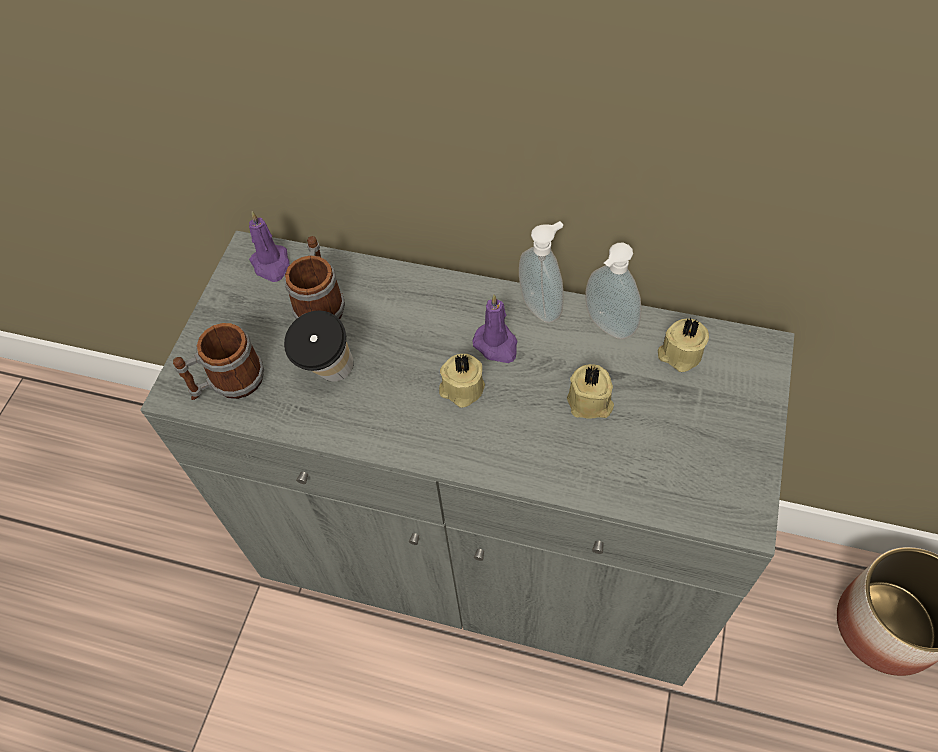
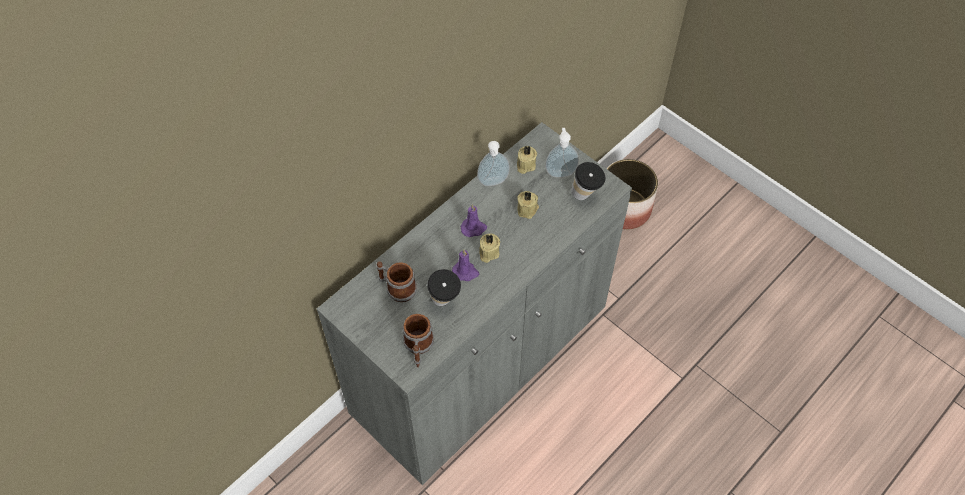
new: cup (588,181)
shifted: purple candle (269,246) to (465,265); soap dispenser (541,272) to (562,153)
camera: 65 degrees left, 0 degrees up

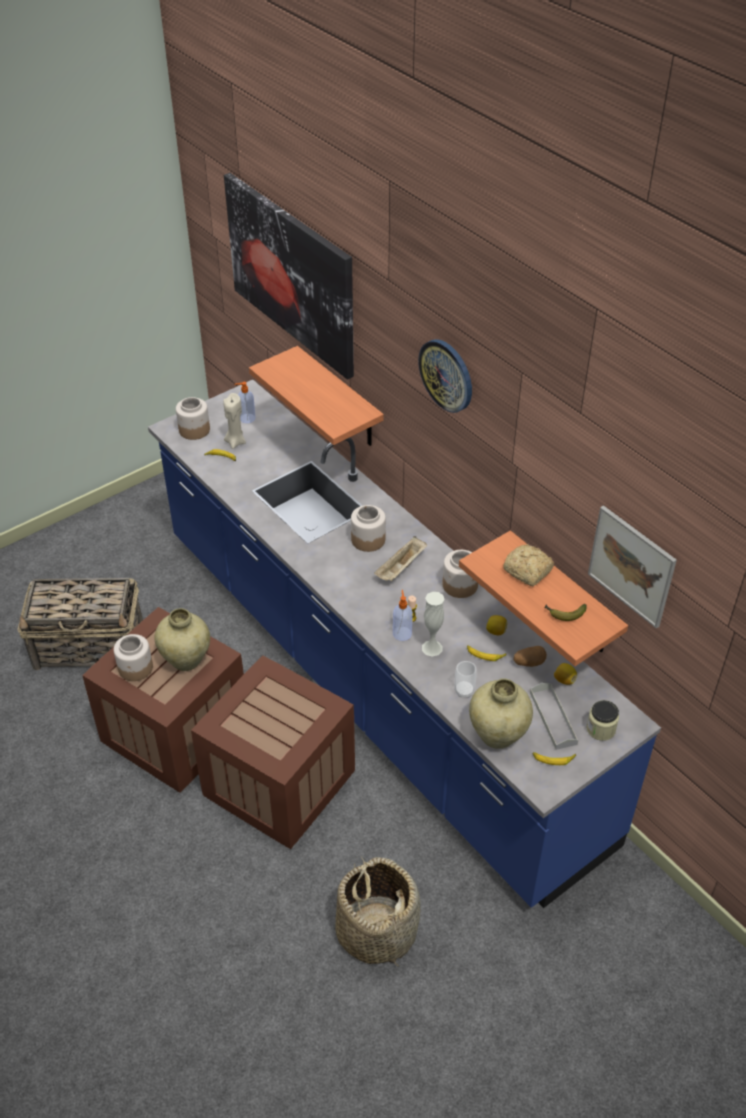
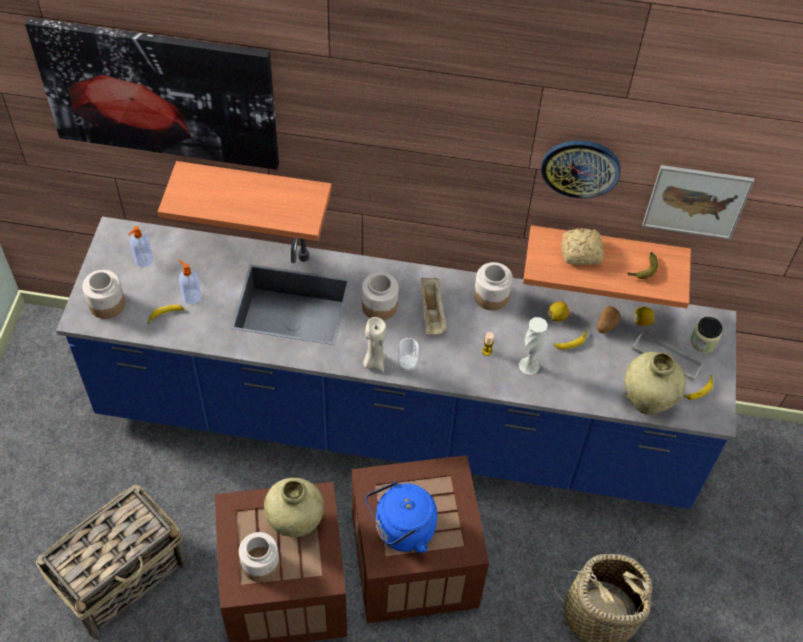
new: blue kettle (401,517)
shifted: wall clock (445,376) to (581,169); beige candle (234,421) to (374,344); soap dispenser (403,615) to (189,281); cup (465,679) to (408,355)
camera: 45 degrees left, 10 degrees up

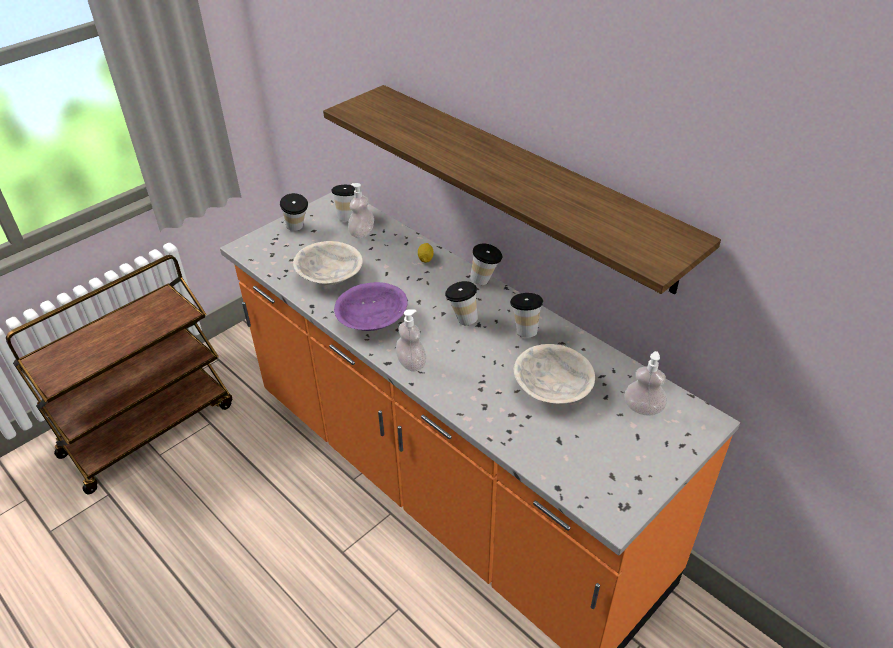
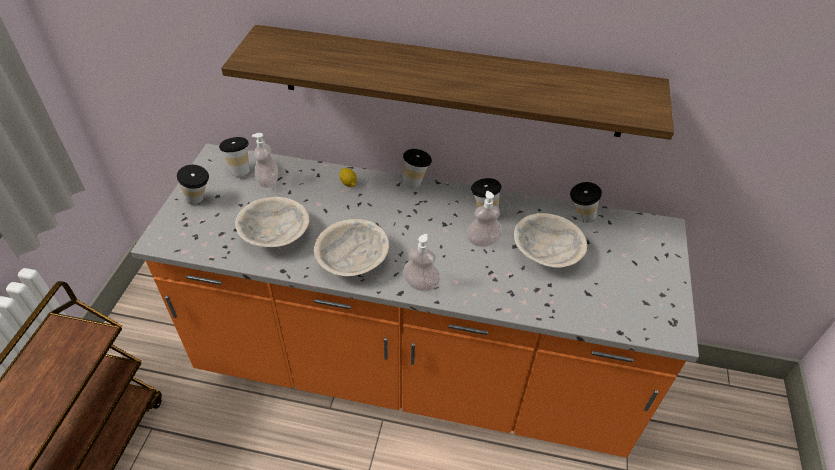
shifted: cup (461,303) to (586,202); soap dispenser (645,383) to (485,219)
repainted: purple bowl (371,306) to beige bowl (351,247)
camera: 35 degrees left, 5 degrees up

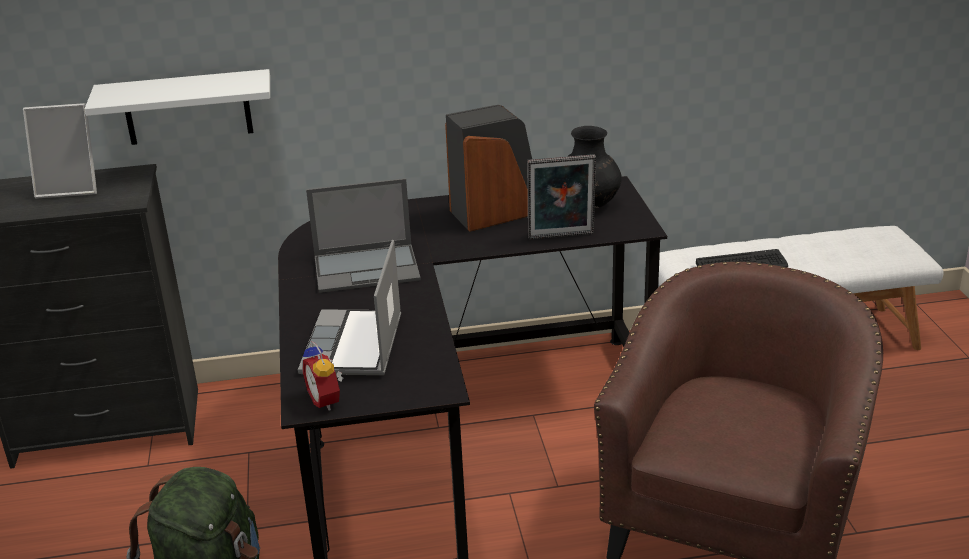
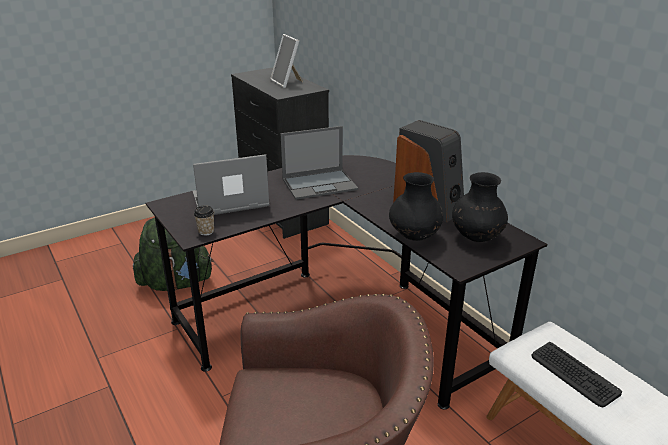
gone: white shelf (177,107); alarm clock (323,376)
new: cup (204,221)
swapped: picture frame (561,196) to black vase (416,206)
rotated: laptop (363,235) = (319,163) 75 degrees counterclockwise
camera: 65 degrees right, 0 degrees up

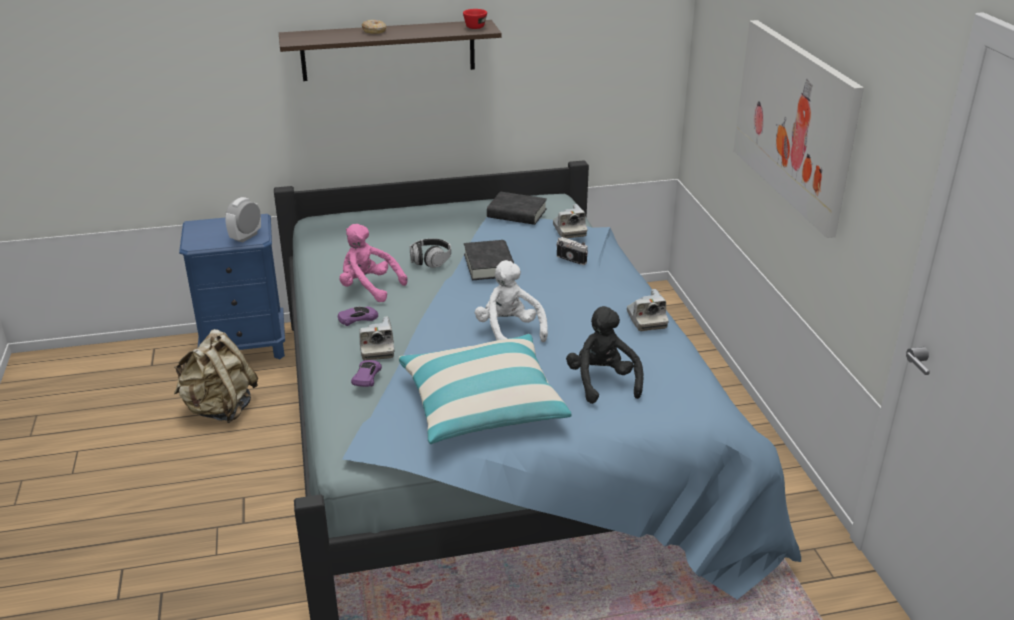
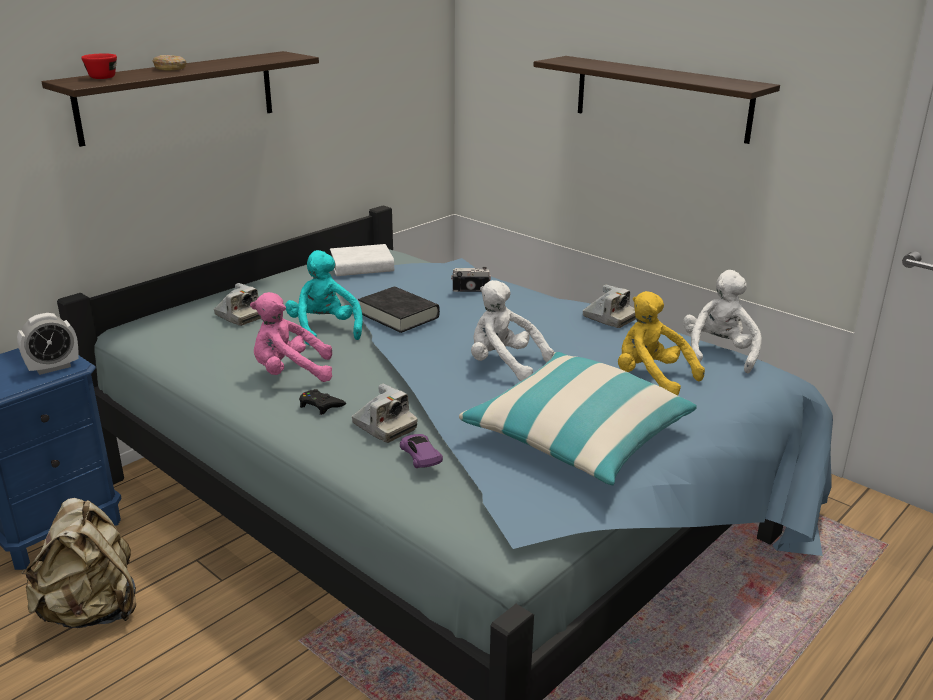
new: white plush toy (722,321)
shifted: red cup (475,19) to (99,66); photo camera (570,221) to (237,304)
swapped: picture (798,129) to shelf (656,100); headphones (430,253) to turquoise plush toy (324,298); purple toy car (358,316) to black game controller (322,402)
repainted: black book (517,208) to white book (362,260); black plush toy (604,355) to yellow plush toy (661,343)
rotated: alarm clock (243,219) = (47,344) 120 degrees counterclockwise
camera: 35 degrees left, 5 degrees down

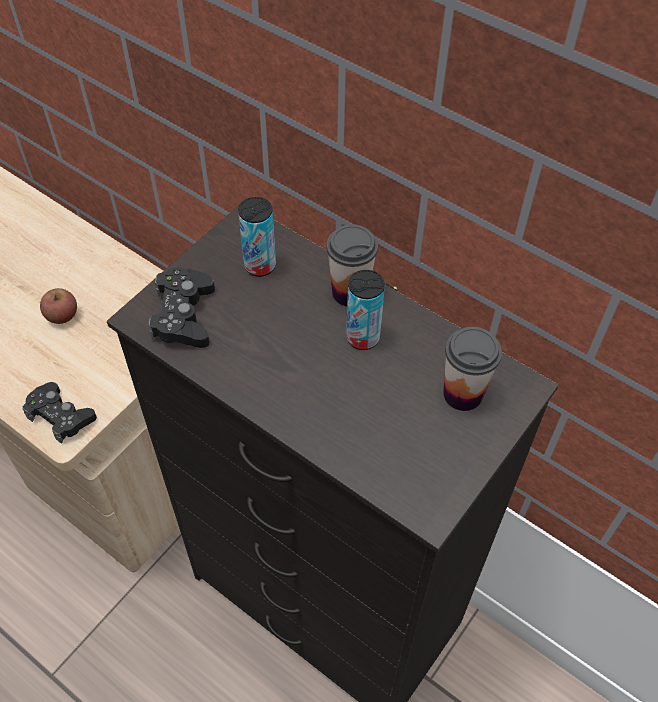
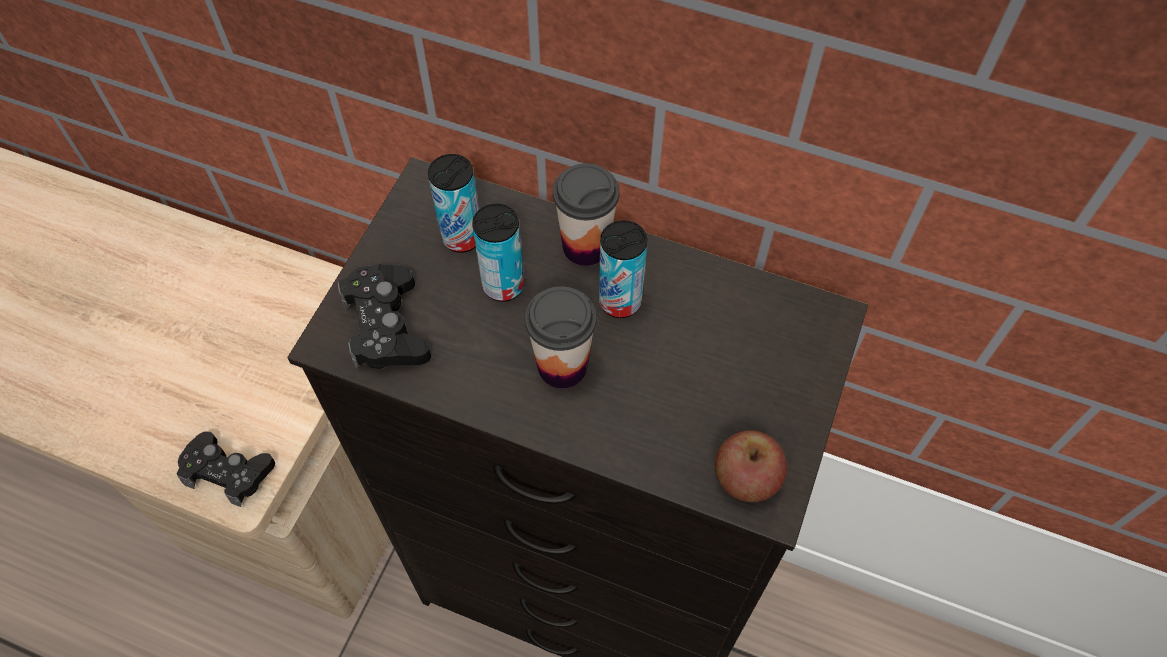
new: can (498,253)
shifted: apple (58,306) to (751,466); cup (472,369) to (561,337)
camera: 15 degrees left, 5 degrees up

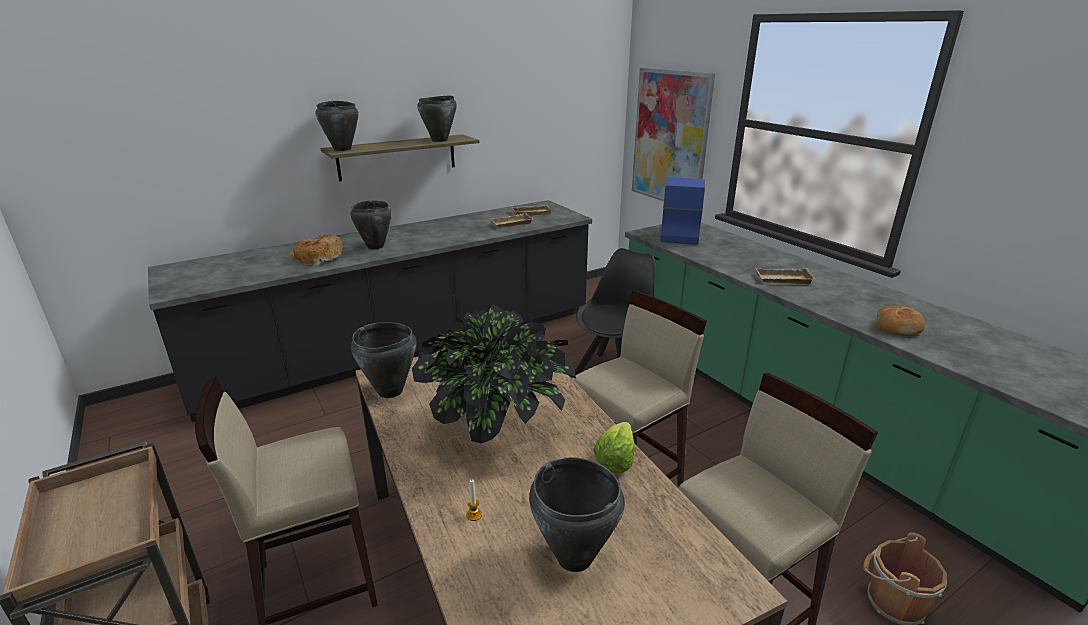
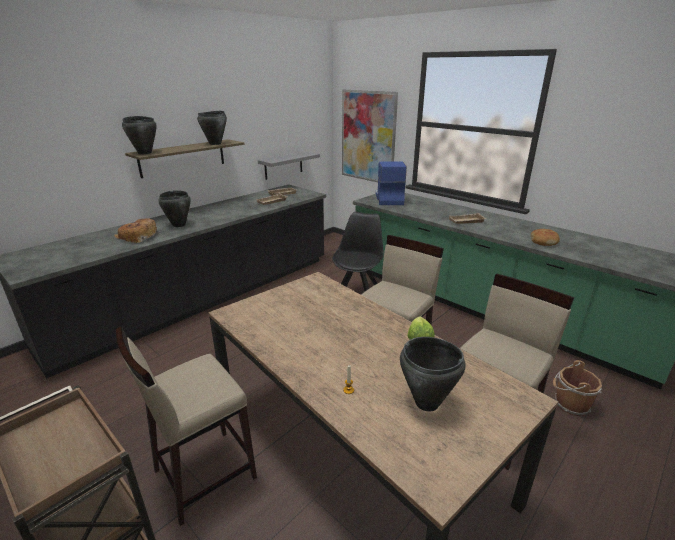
gone: potted plant (494,374); black cooking pot (384,360)
new: grey shelf (289,165)
camera: 15 degrees left, 0 degrees up

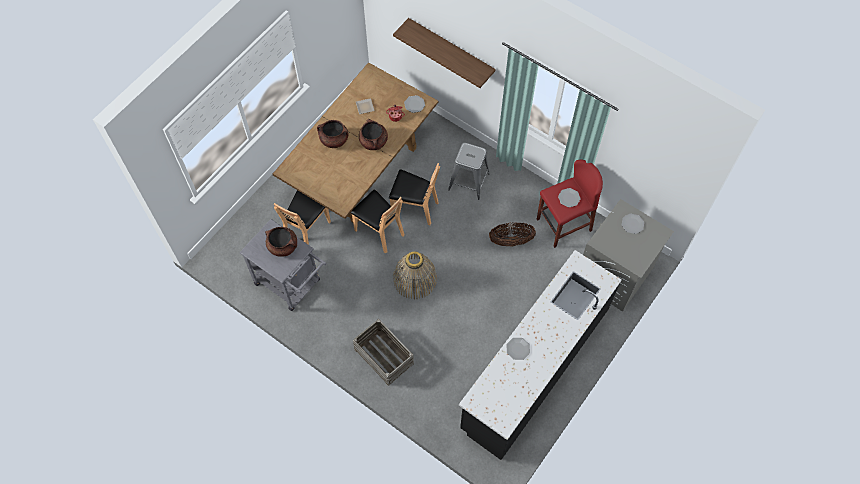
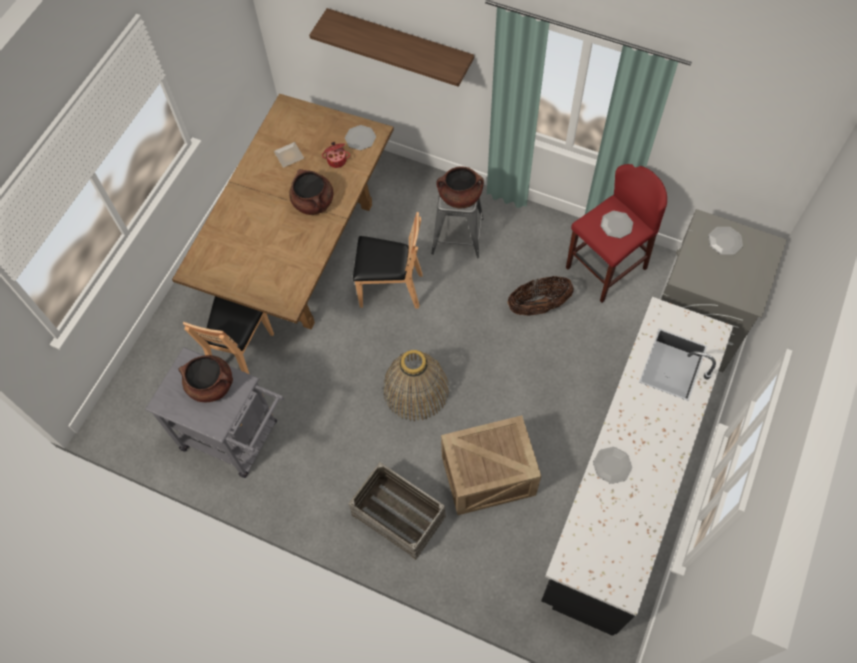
gone: brown chair (377,222)
new: crate (491,465)
shifted: brown cooking pot (332,134) to (460,187)
camera: 10 degrees left, 0 degrees up

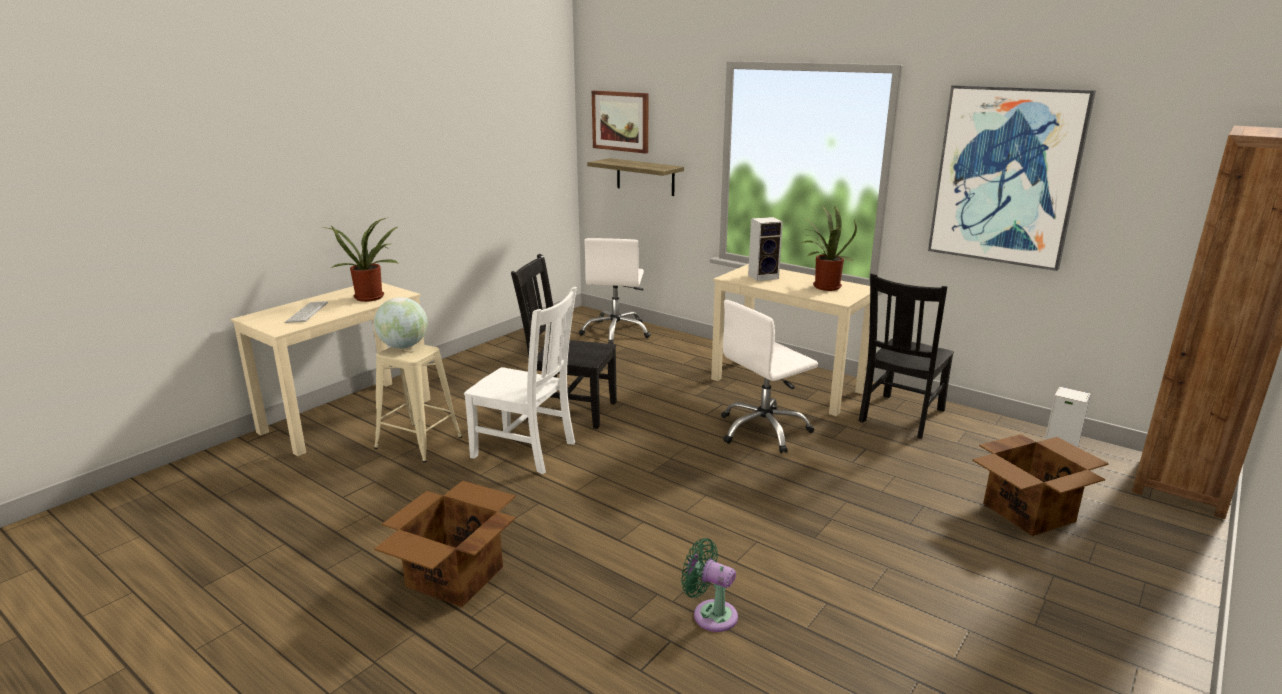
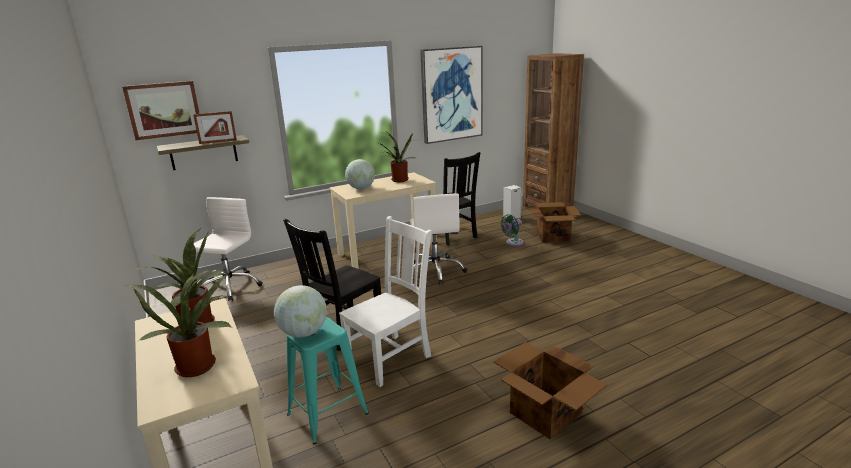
new: picture frame (215,127)
shifted: green fan (709,585) to (512,230)
swapped: speaker (765,249) to globe (360,174); keyboard (306,312) to potted plant (177,322)
repainted: beige stool (418,402) to turquoise stool (328,380)
rotated: white office chair (615,291) = (228,249) 105 degrees counterclockwise
camera: 65 degrees left, 0 degrees up

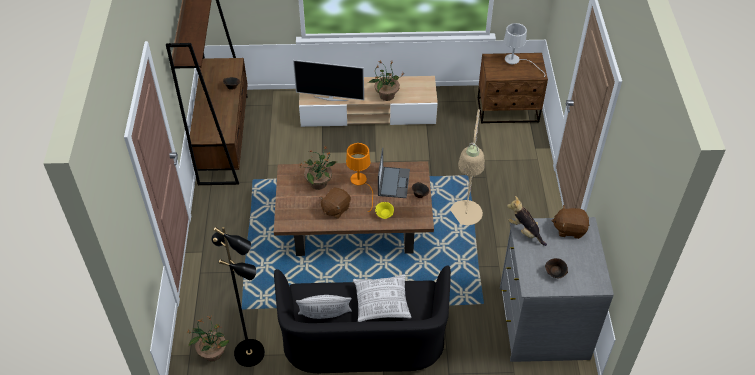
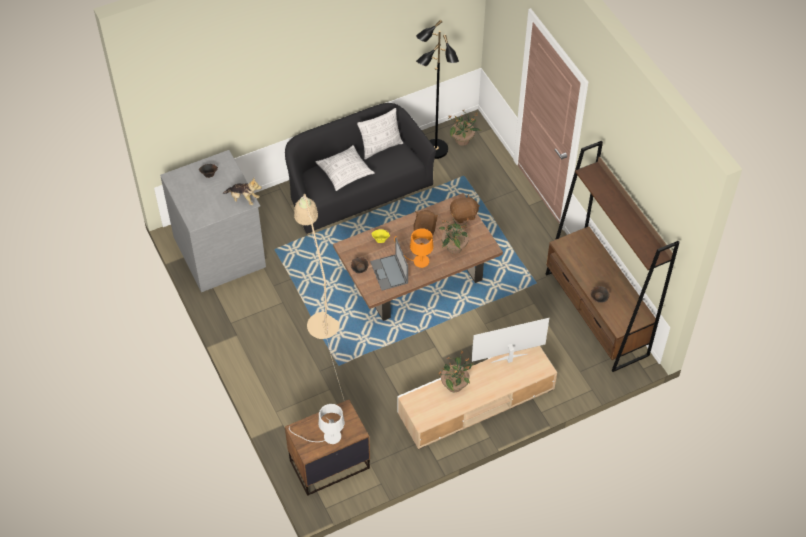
shifted: brown plush toy (570,222) to (465,208)
camera: 155 degrees right, 5 degrees up

